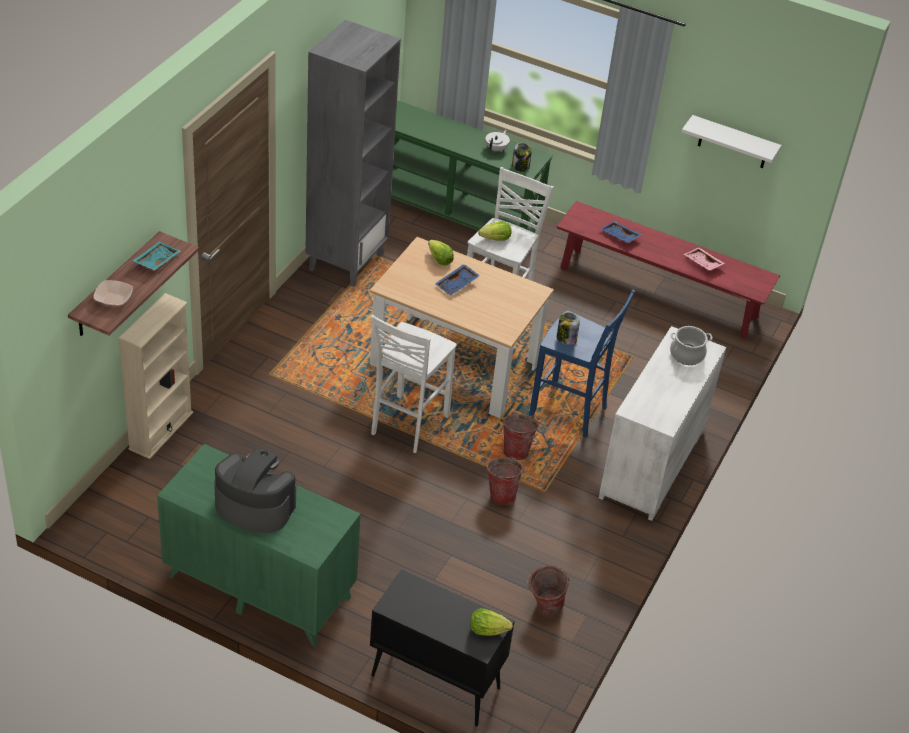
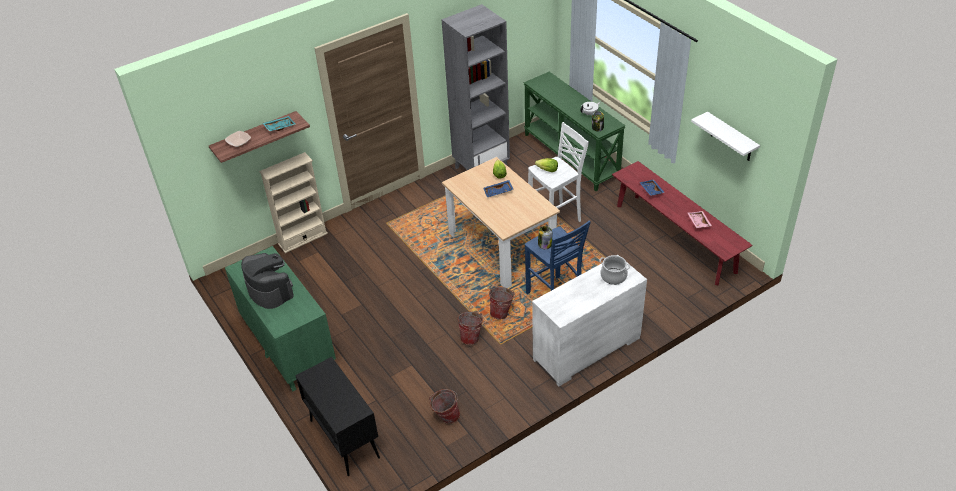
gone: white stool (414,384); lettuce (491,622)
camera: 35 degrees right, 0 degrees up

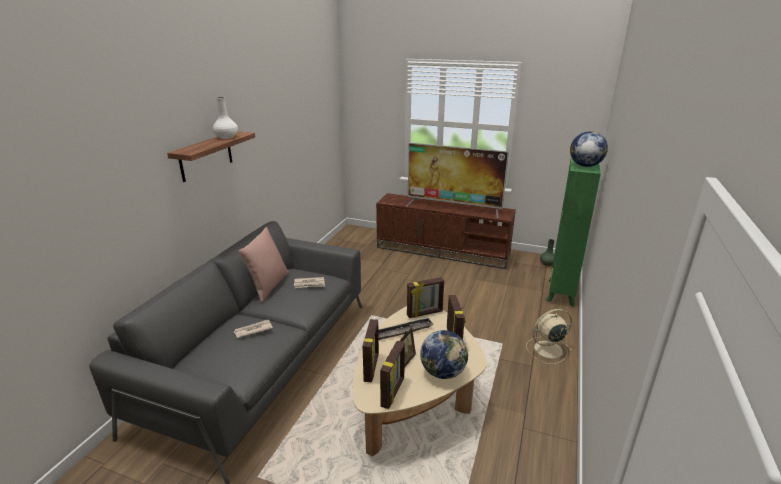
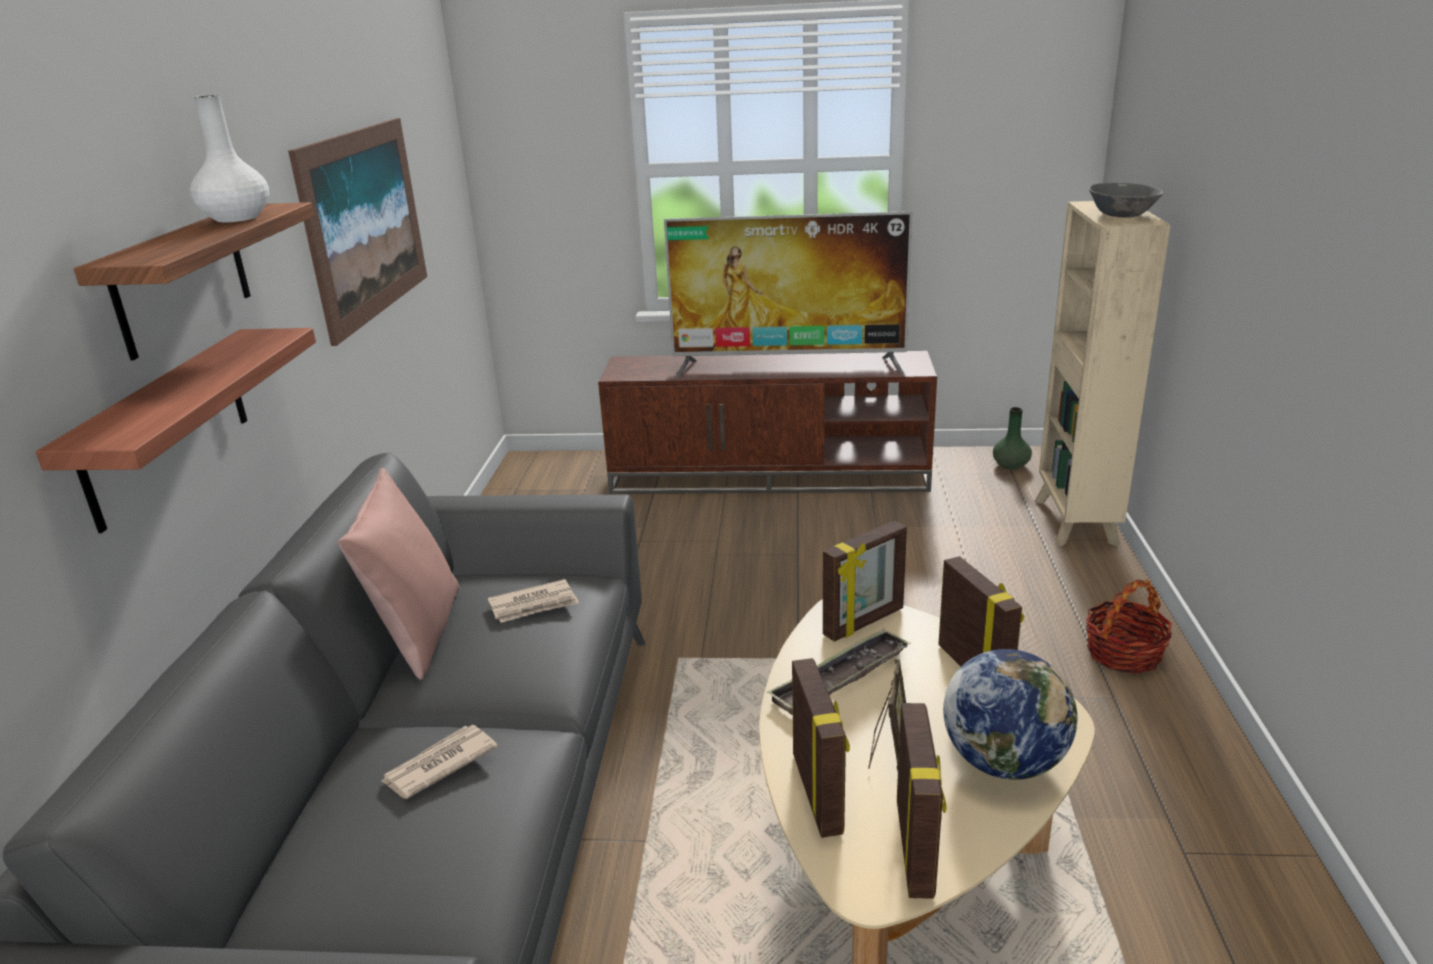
new: picture (357,232); shelf (175,430)
swapped: globe (589,149) to grey bowl (1126,200); beige fan (549,336) to basket (1129,627)
repainted: green bookcase (573,231) to beige bookcase (1103,374)
camera: 15 degrees left, 0 degrees up

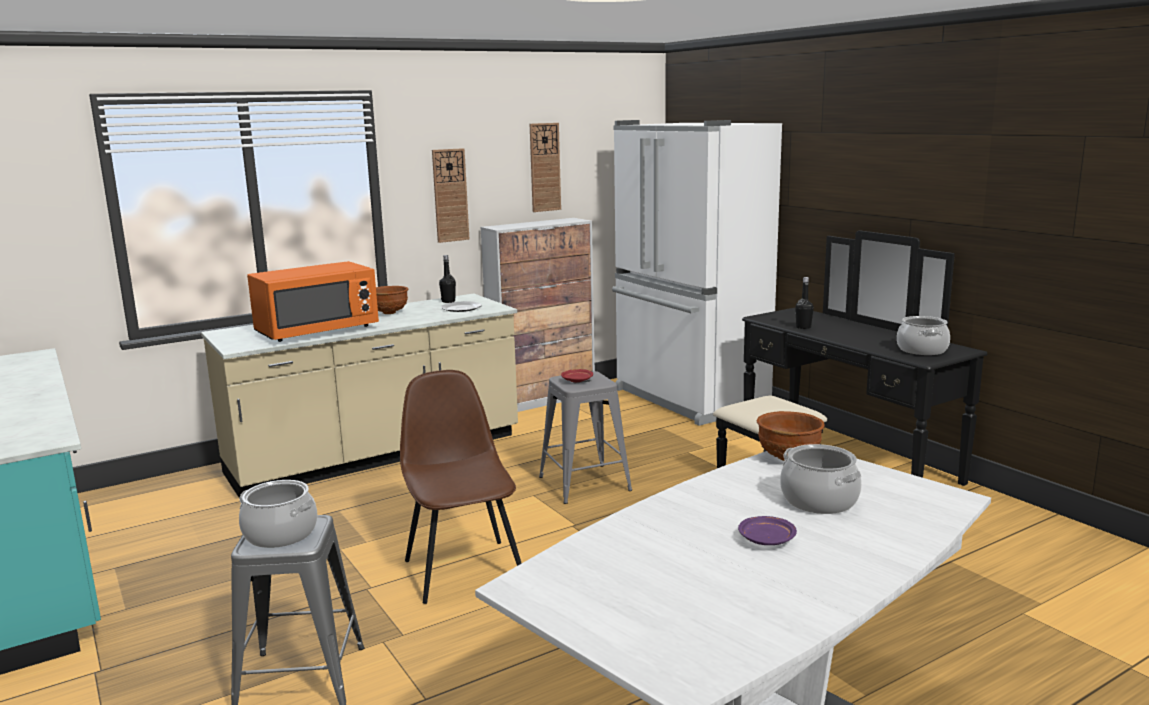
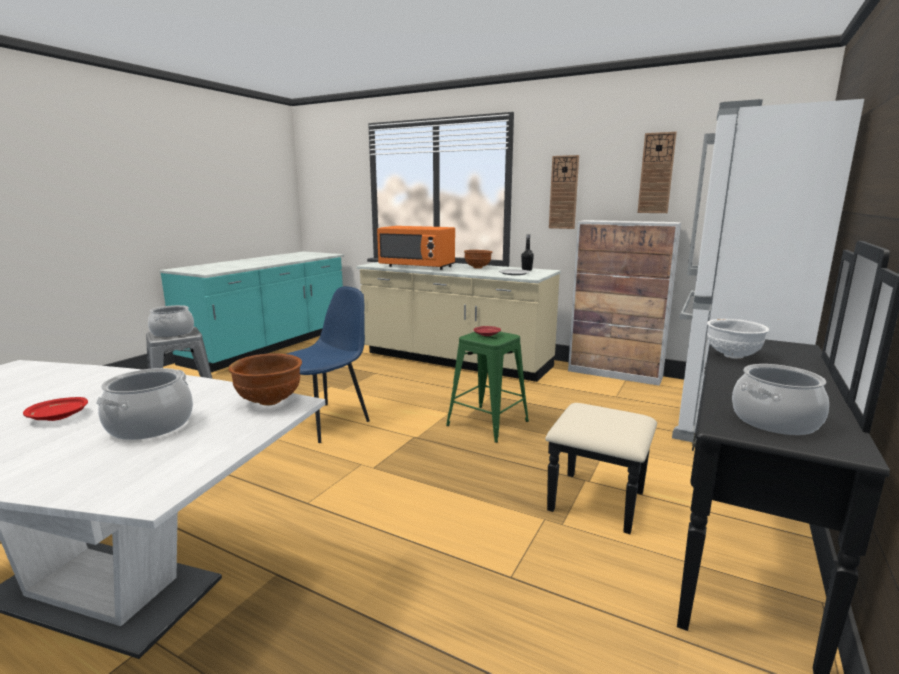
swapped: black bottle (804,303) to white bowl (738,339)
repainted: brown chair (461,487) to blue chair (328,364); grey stool (585,437) to green stool (487,387); purple plate (767,530) to red plate (55,409)
camera: 60 degrees right, 0 degrees up

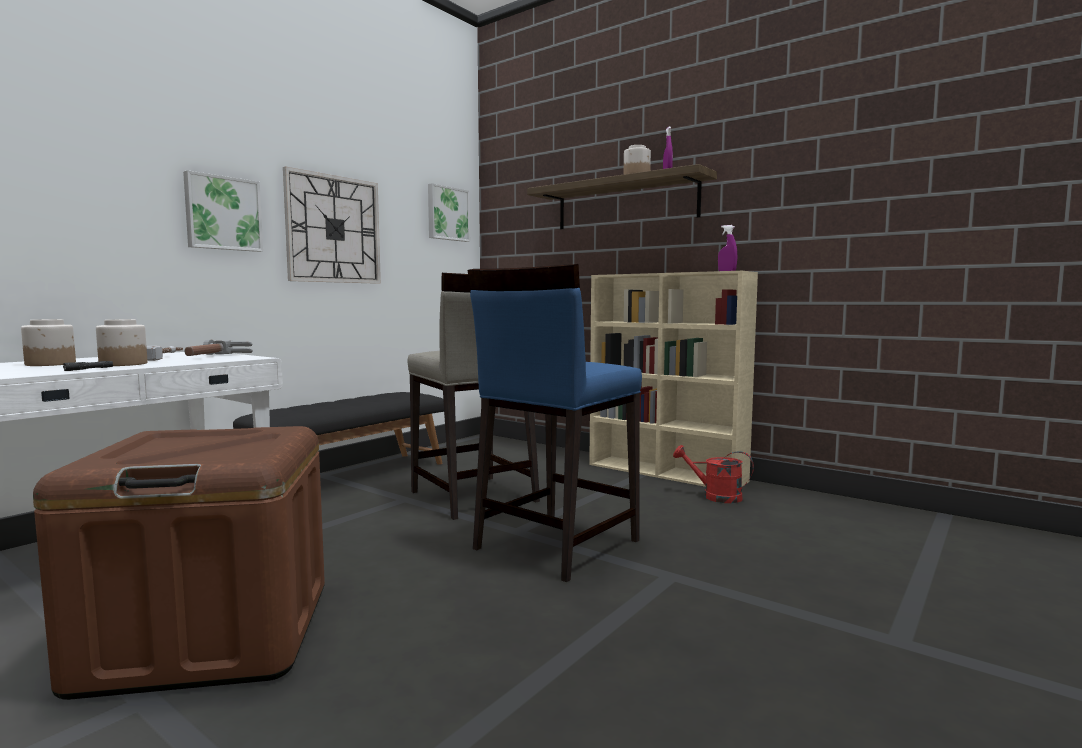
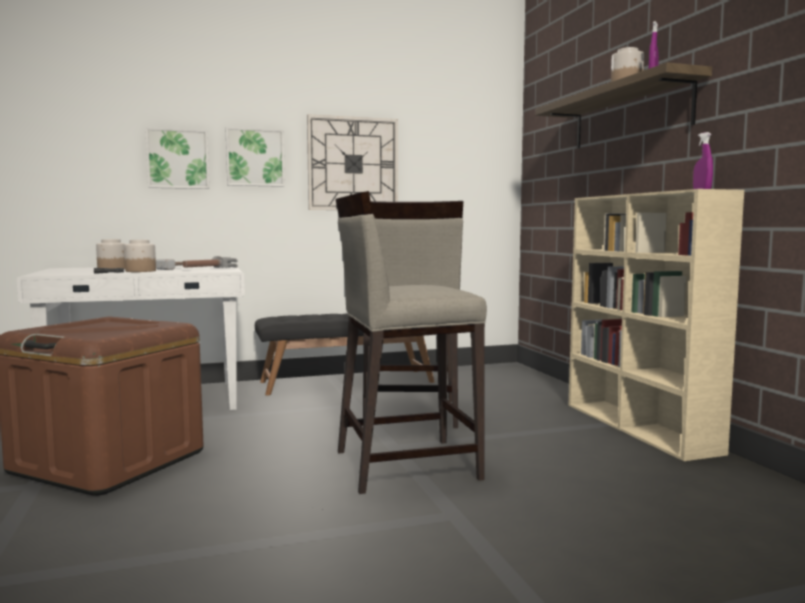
gone: red watering can (713,474)
shifted: picture (449,212) to (177,158)
repainted: blue stool (555,423) to beige stool (411,342)
camera: 35 degrees right, 0 degrees up

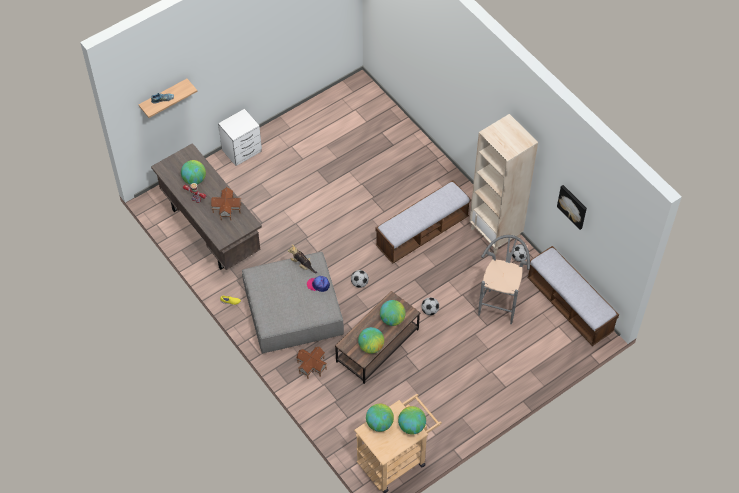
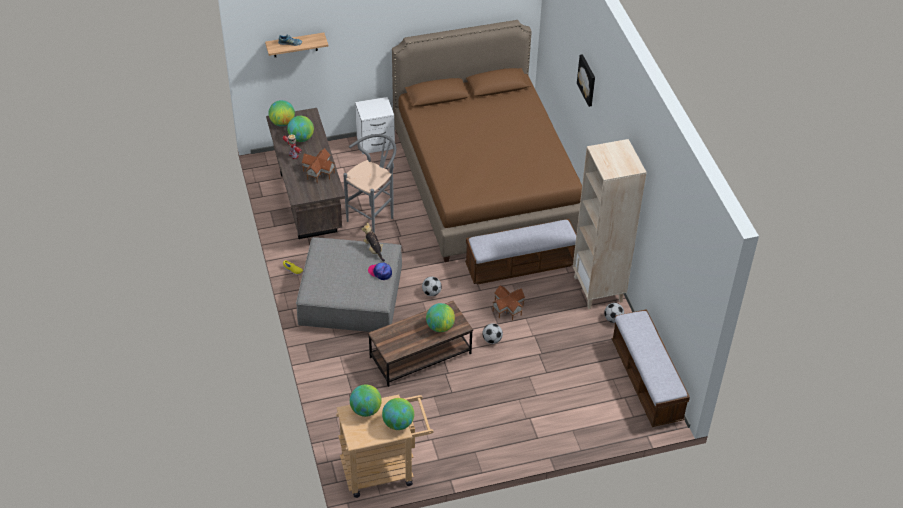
new: brown bed (487,141)
shifted: picture (572,207) to (586,80); grey stool (504,279) to (369,183); globe (371,340) to (282,113); toy house (311,363) to (508,303)
camera: 20 degrees right, 10 degrees down

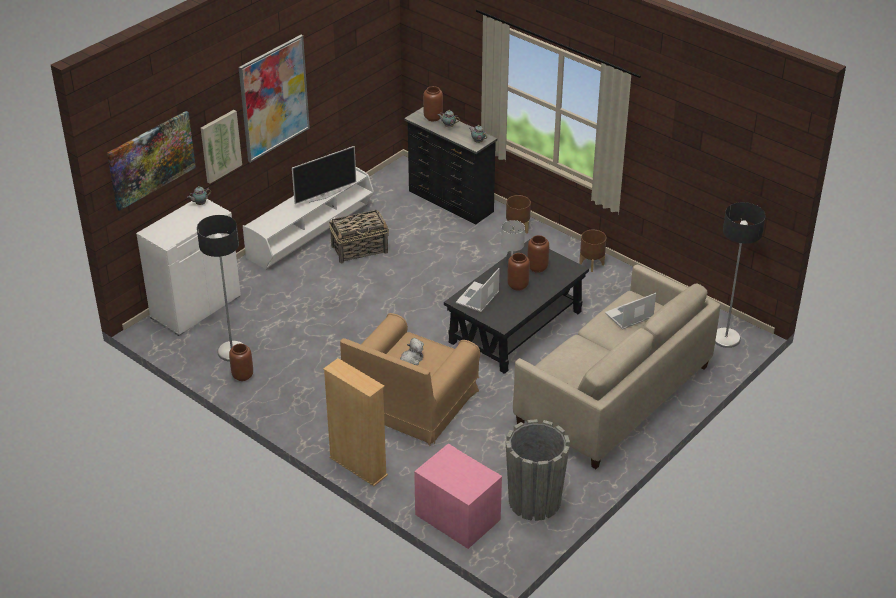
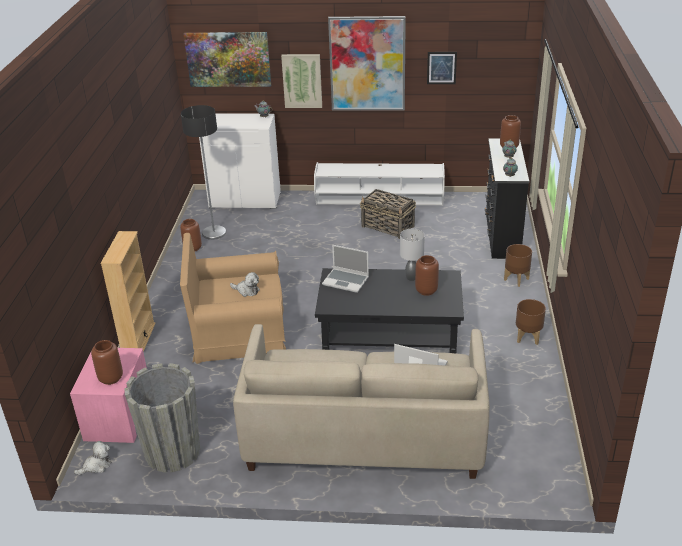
gone: television (324,175); floor lamp (740,275)
new: picture (442,68); plush toy (92,458)
shifted: brown vase (518,272) to (107,362)
rotated: laptop (478,290) = (345,269) 150 degrees counterclockwise
camera: 55 degrees right, 5 degrees down

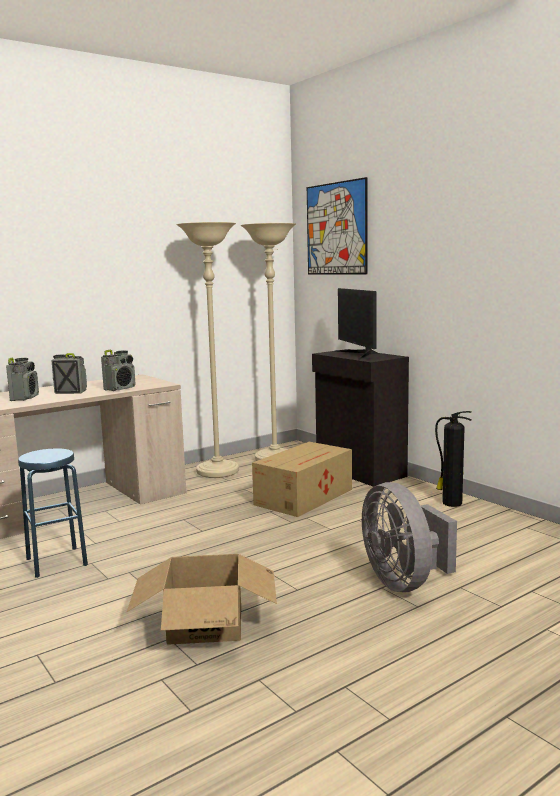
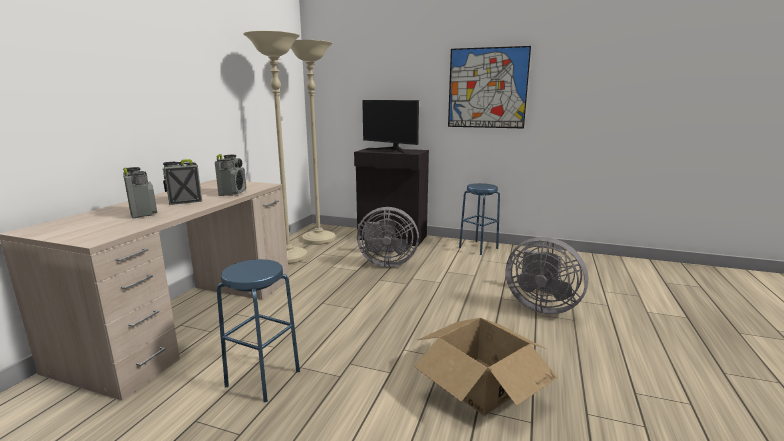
shifted: picture (337,226) to (489,87)
swapped: fire extinguisher (453,459) to blue stool (479,219); cardboard box (302,479) to grey fan (388,237)
camera: 35 degrees left, 5 degrees up

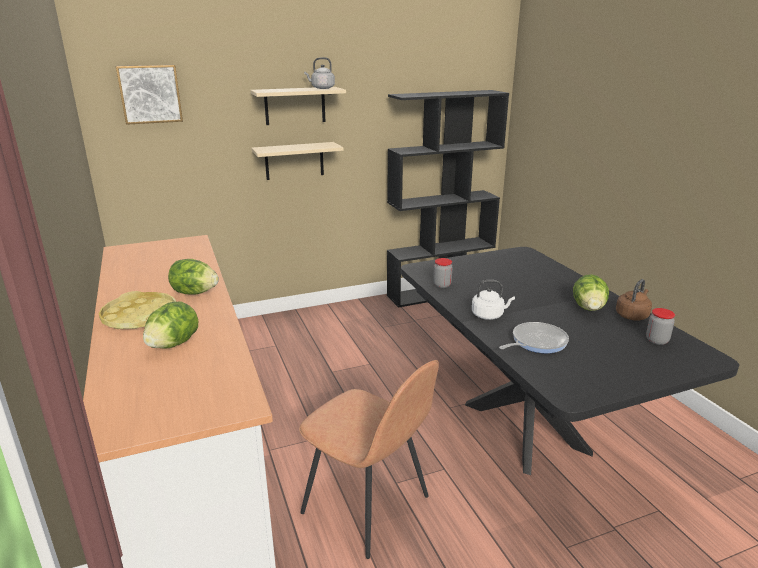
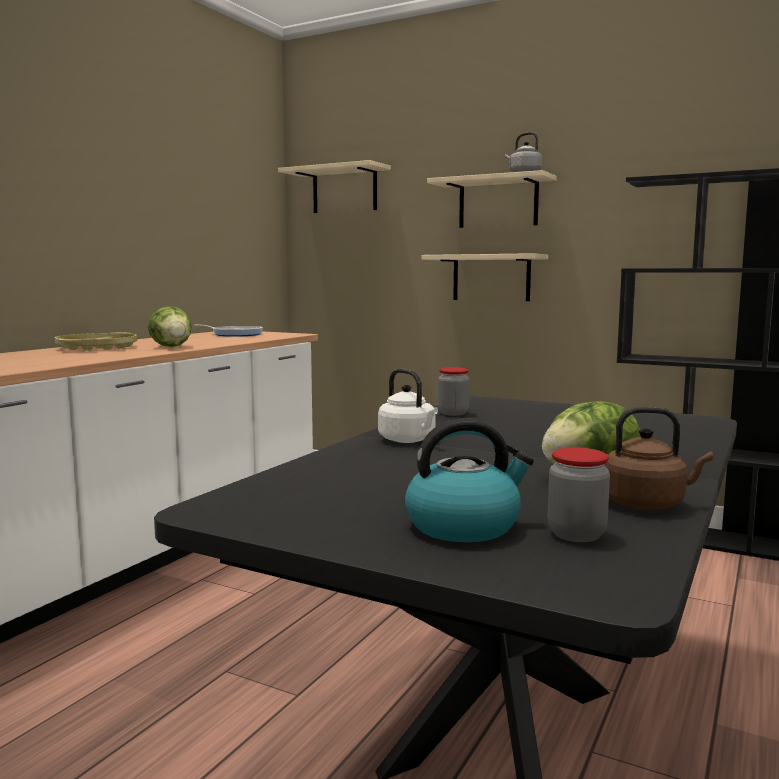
gone: lettuce (170,325); brown chair (369,459)
new: kettle (469,480)
shifted: frying pan (534,337) to (228,331)
swapped: picture (149,95) to beige shelf (334,186)
camera: 50 degrees right, 15 degrees down

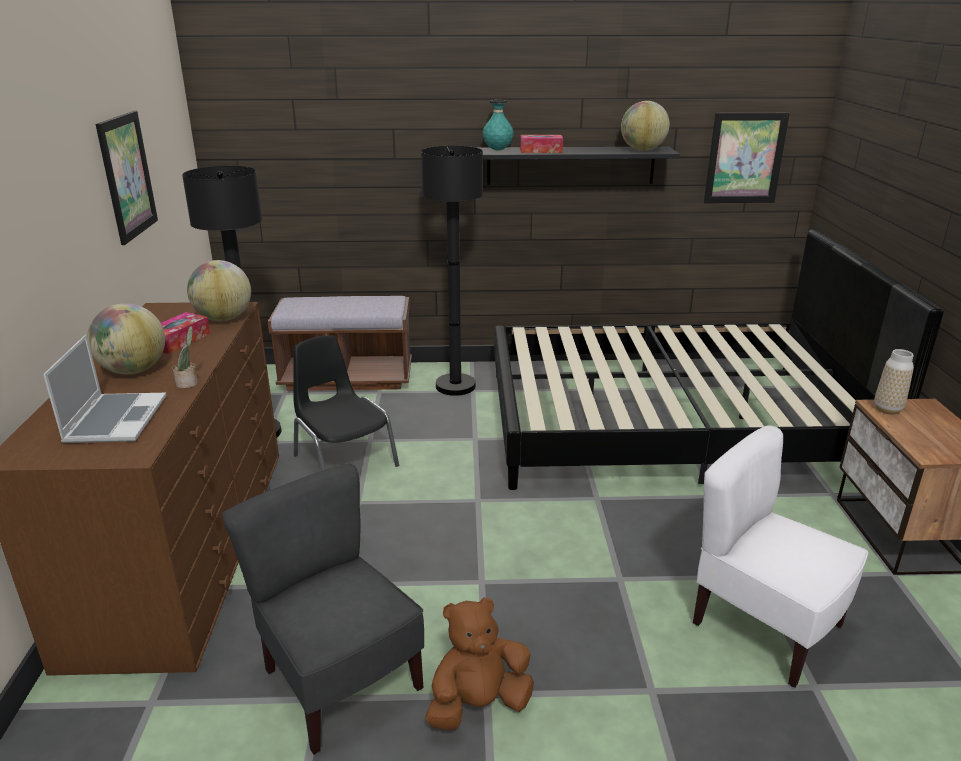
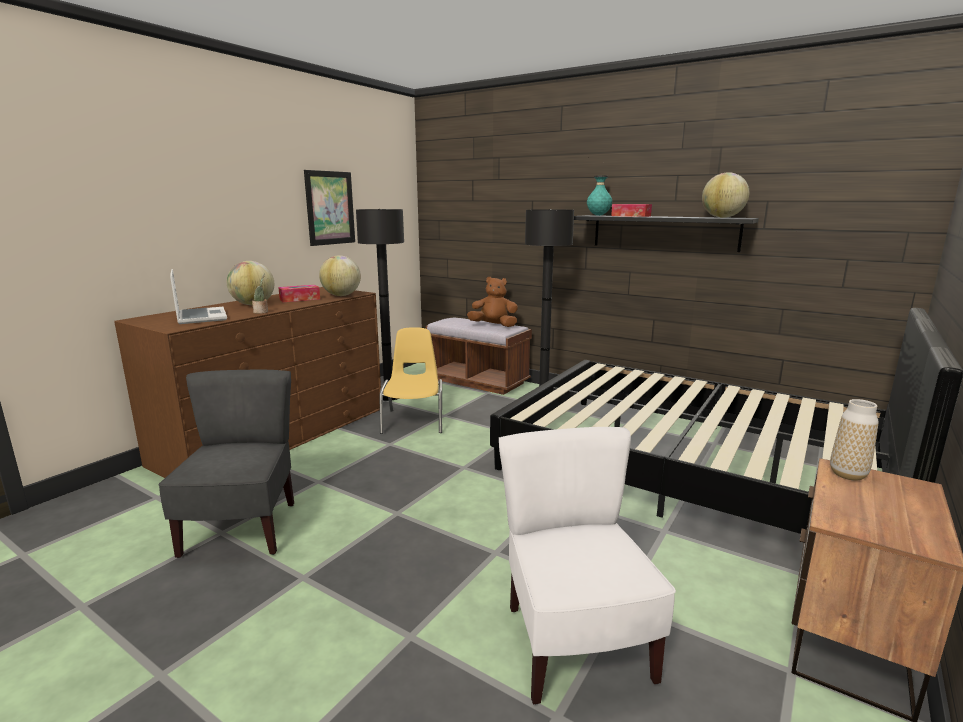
gone: picture (747,158)
shifted: brown plush toy (479,663) to (492,302)
repainted: black chair (346,403) to yellow chair (411,380)
rotated: laptop (104,389) = (198,296) 60 degrees counterclockwise
camera: 35 degrees right, 10 degrees down

